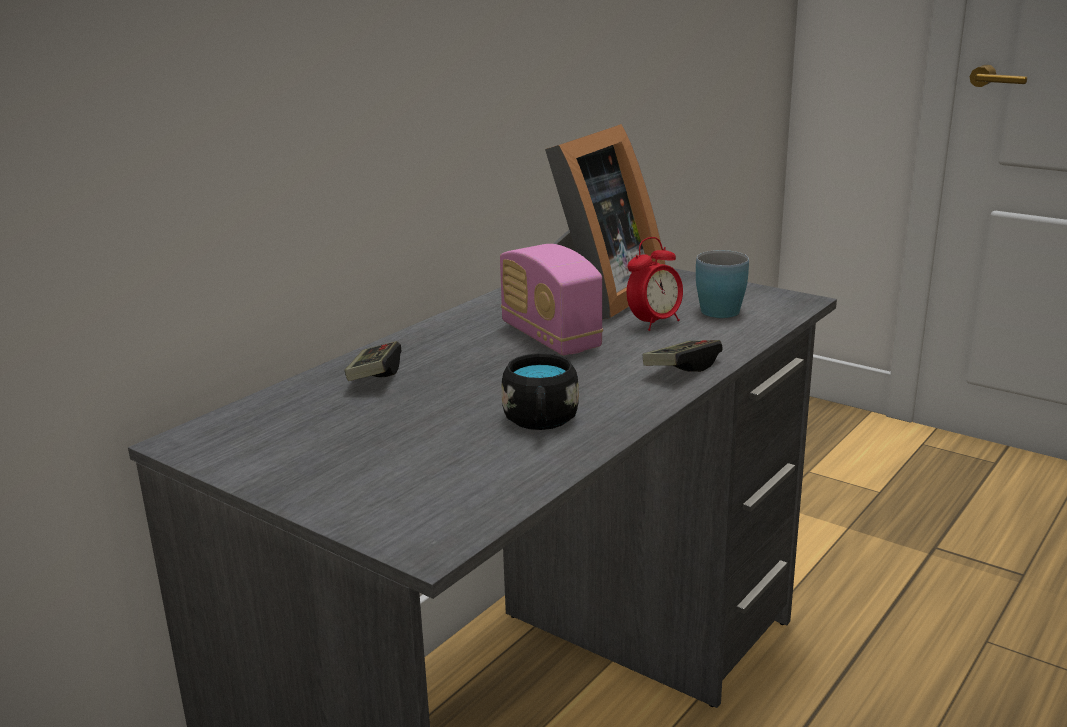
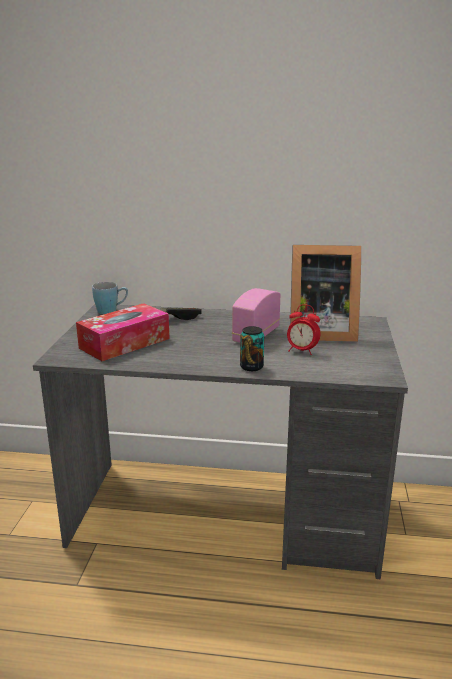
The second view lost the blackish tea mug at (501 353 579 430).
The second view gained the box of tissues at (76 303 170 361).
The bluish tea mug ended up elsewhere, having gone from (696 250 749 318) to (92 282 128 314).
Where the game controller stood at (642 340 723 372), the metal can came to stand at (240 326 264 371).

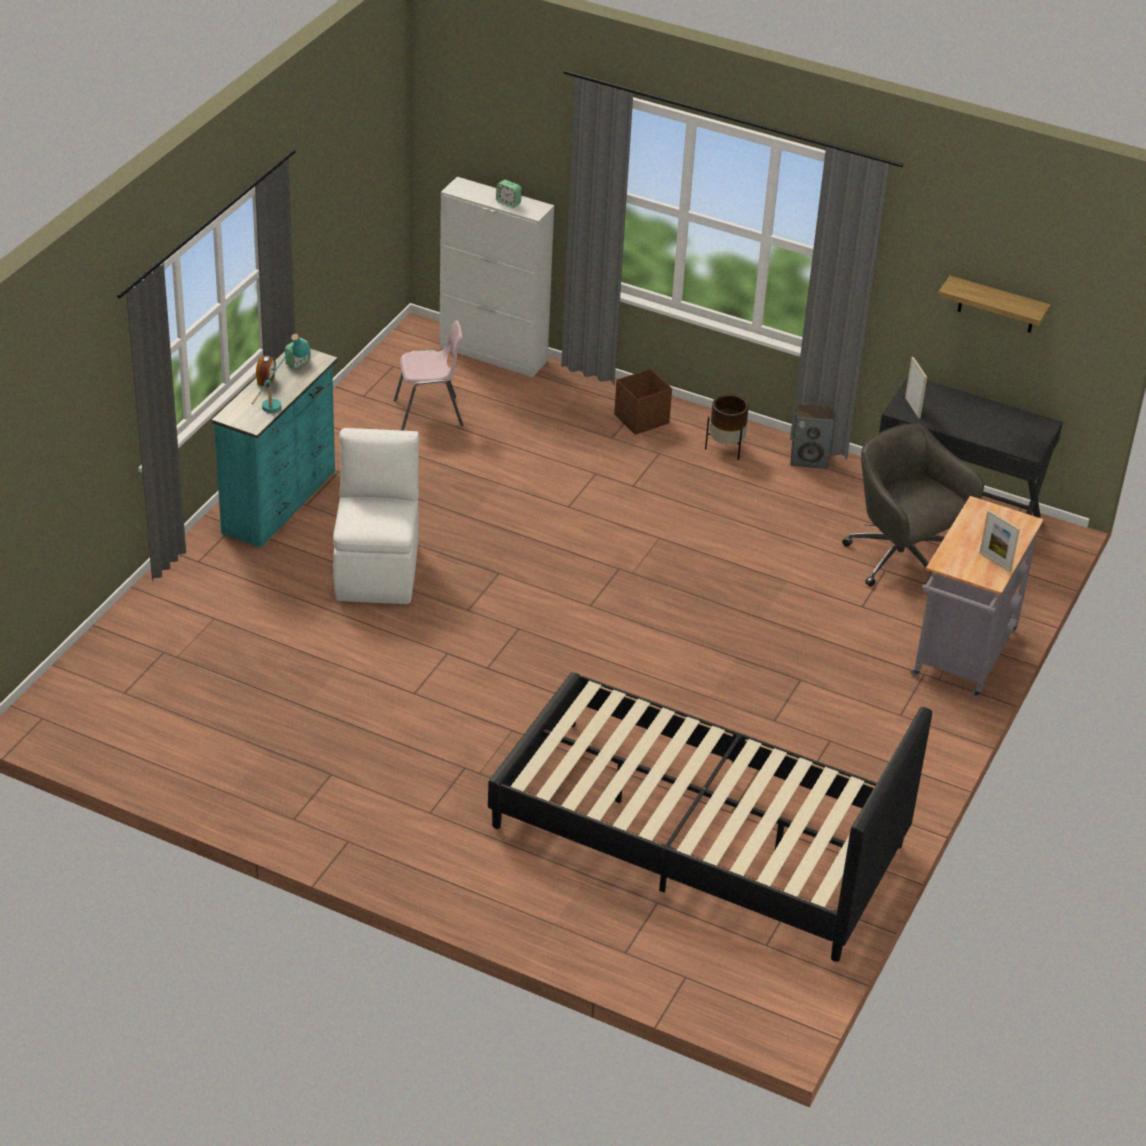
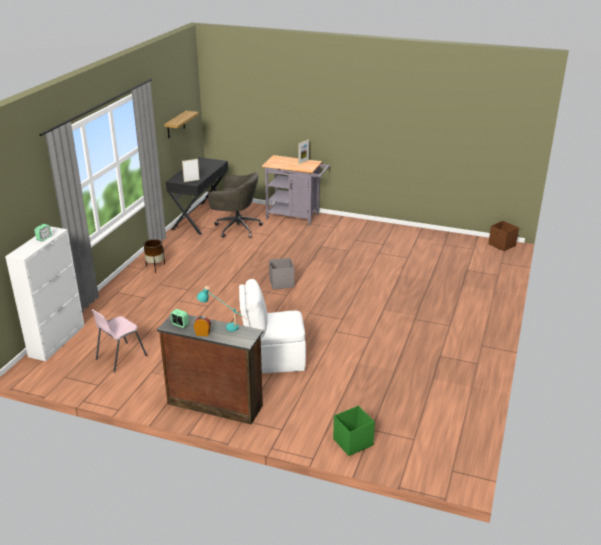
The second view lost the blackish sleeping bed at (488 672 932 962).
The second view lost the loudspeaker at (790 403 834 469).
The second view gained the grey storage container at (269 258 294 290).
The second view gained the green-coloured storage container at (333 406 375 456).
The brown-coloured storage container ended up elsewhere, having gone from (614 369 672 435) to (488 221 519 251).
What was the turquoise-coloured drawer chest at (212 349 338 548) turned into the brown-coloured drawer chest at (157 315 263 424).
The pink plain chair at (394 320 463 431) ended up facing another way, 120 degrees counterclockwise from before.
The grey computer chair at (842 424 984 587) ended up facing another way, 120 degrees counterclockwise from before.

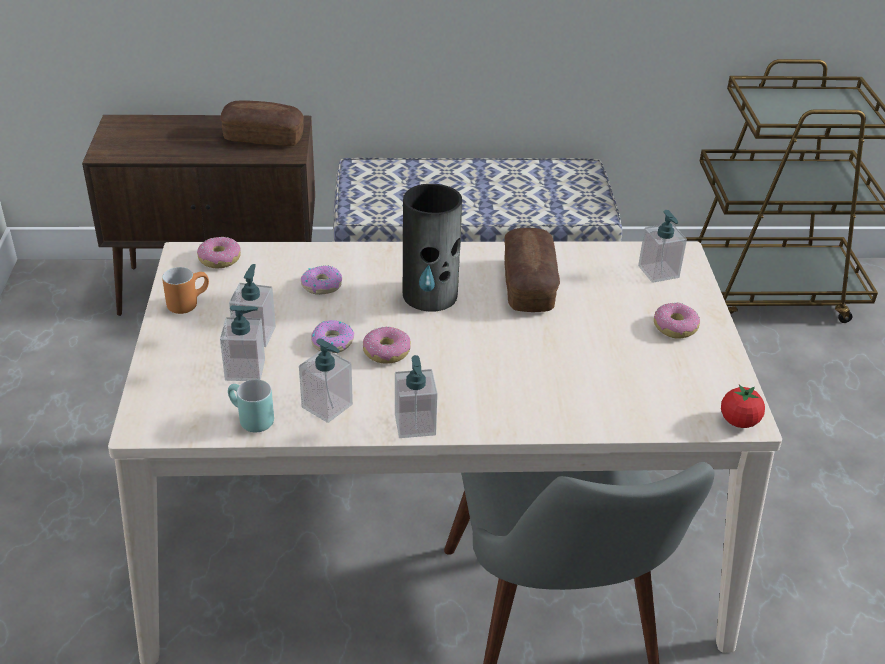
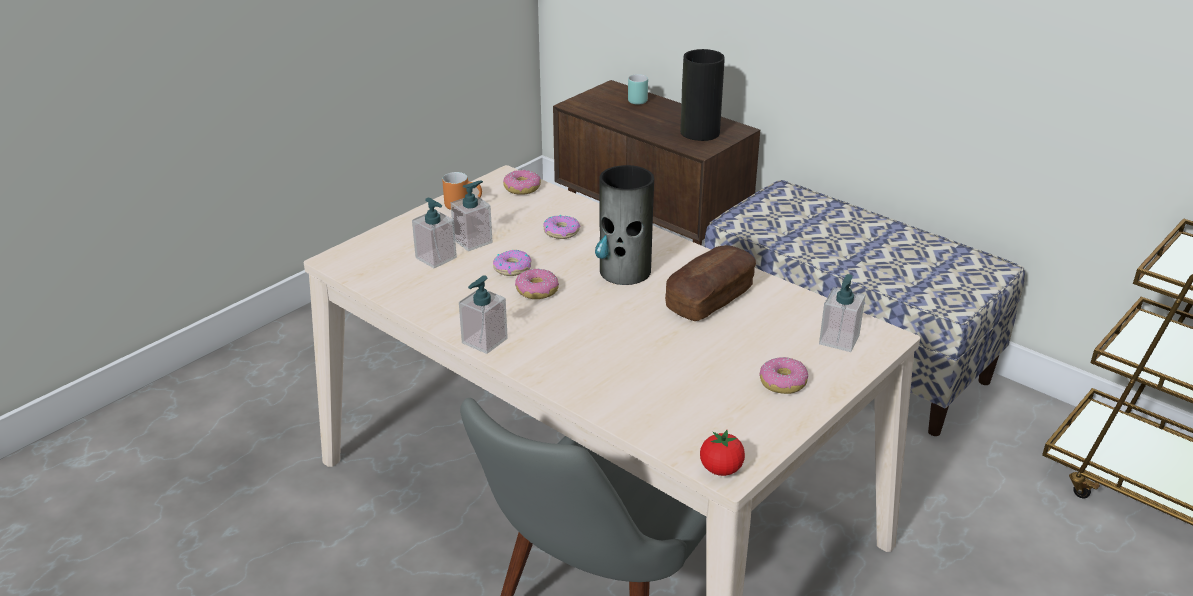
The second view lost the liquid soap bottle at (299 338 353 423).
The turquoise-coloured tea mug ended up elsewhere, having gone from (228 380 274 433) to (628 74 648 105).
Where the bakery bread stood at (221 100 304 146), the vase came to stand at (680 49 725 141).

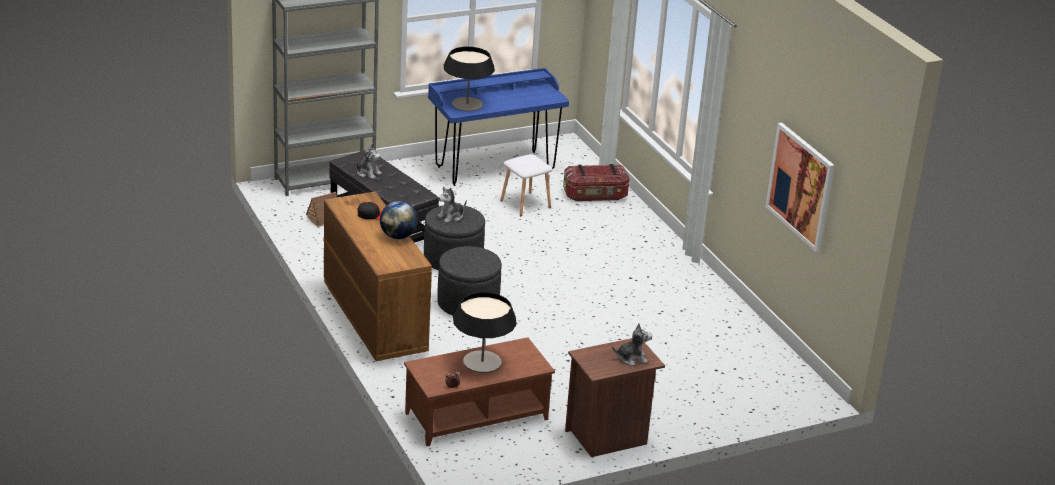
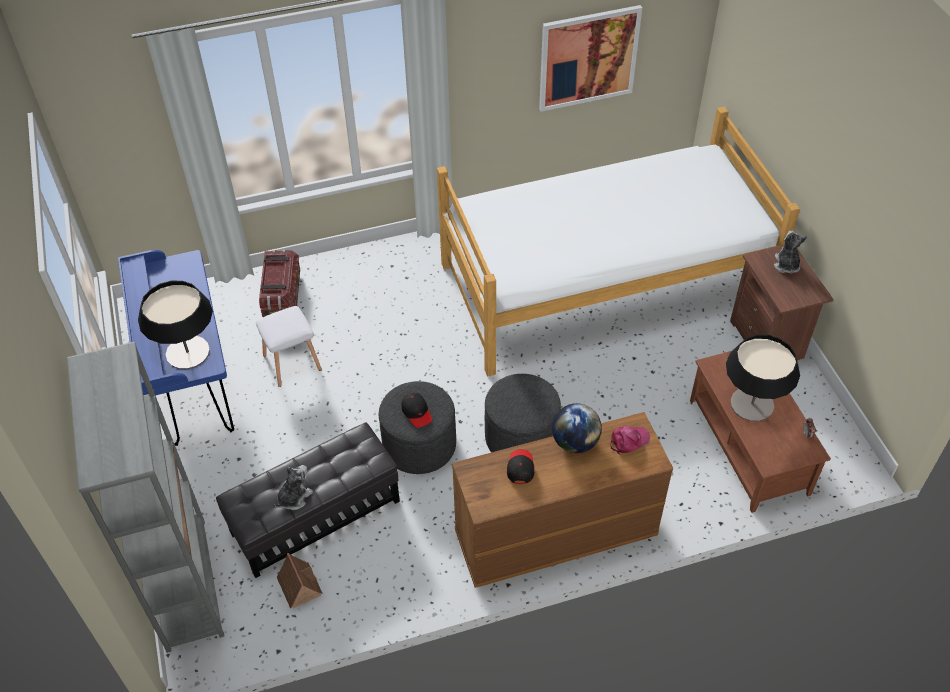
The second view gained the sleeping bed at (437 107 800 376).
The second view gained the pink baseball cap at (610 425 650 455).
Where the plush toy stood at (437 187 467 223), the blackish baseball cap came to stand at (401 393 432 428).

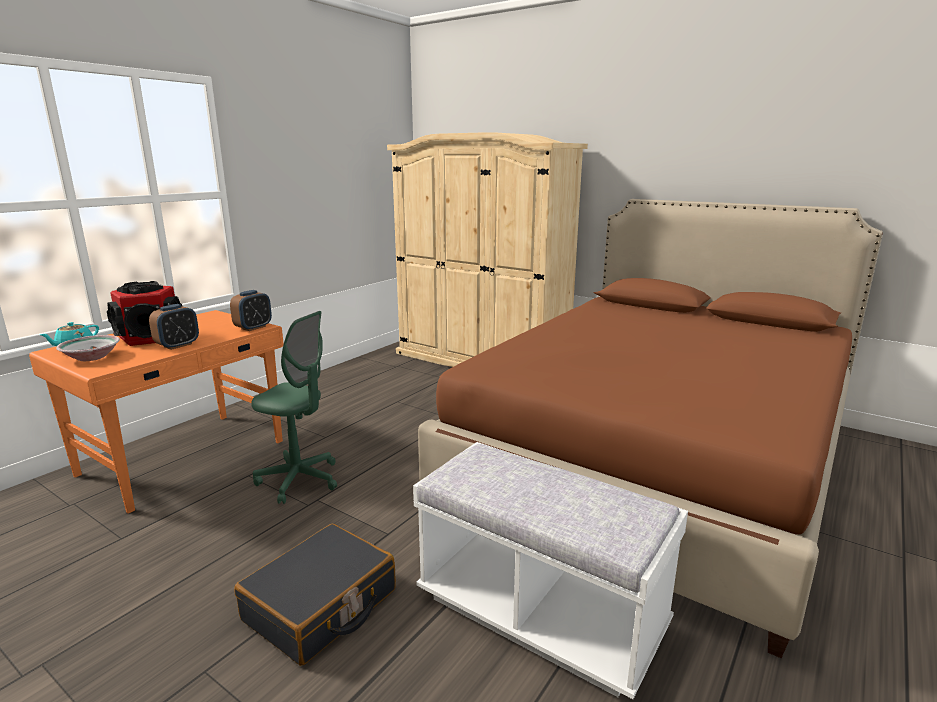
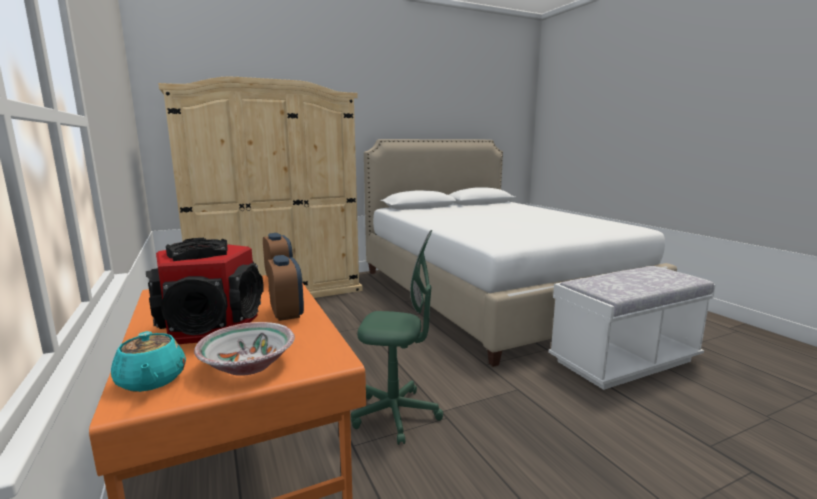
The second view lost the blackish suitcase at (234 524 396 666).
What was the brown-coloured sleeping bed at (418 199 883 658) turned into the white-coloured sleeping bed at (364 139 677 367).
The green-coloured computer chair at (251 311 337 504) ended up facing another way, 45 degrees clockwise from before.

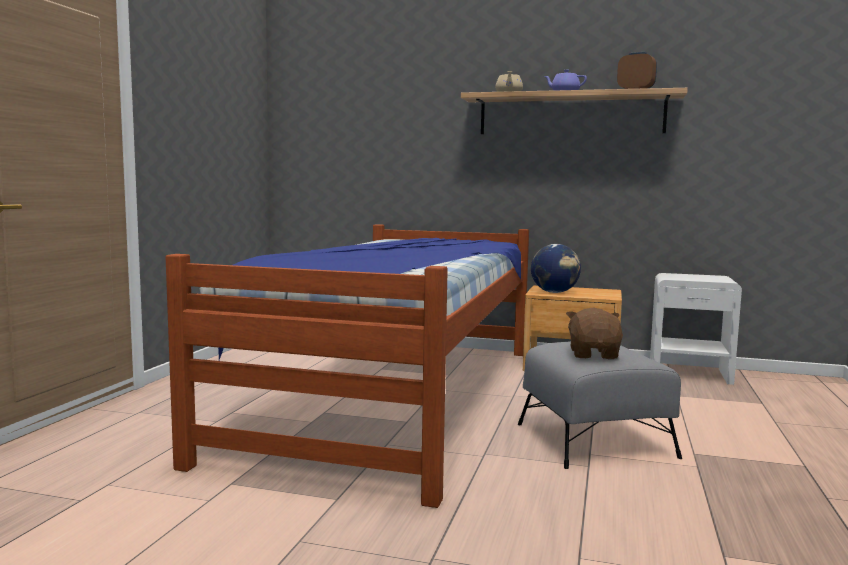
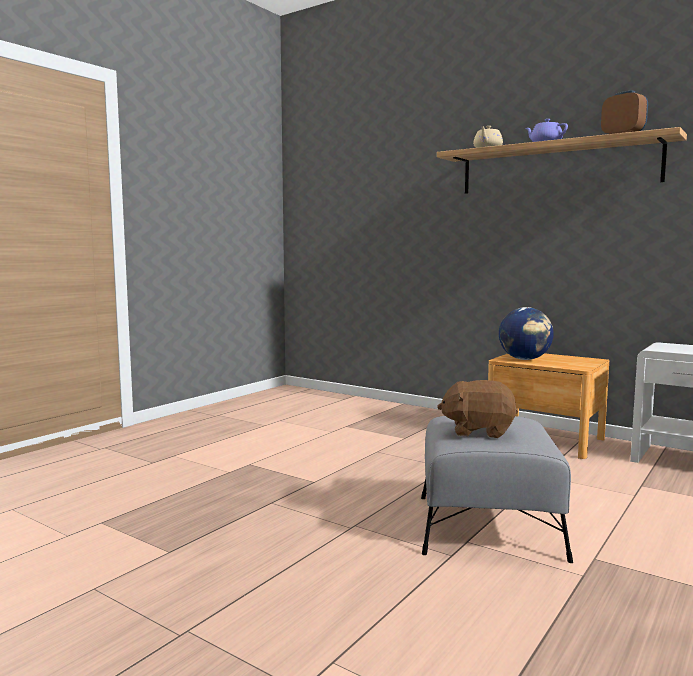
The second view lost the sleeping bed at (166 224 529 508).
The brown-coloured plush toy at (566 307 623 359) ended up facing another way, 105 degrees counterclockwise from before.

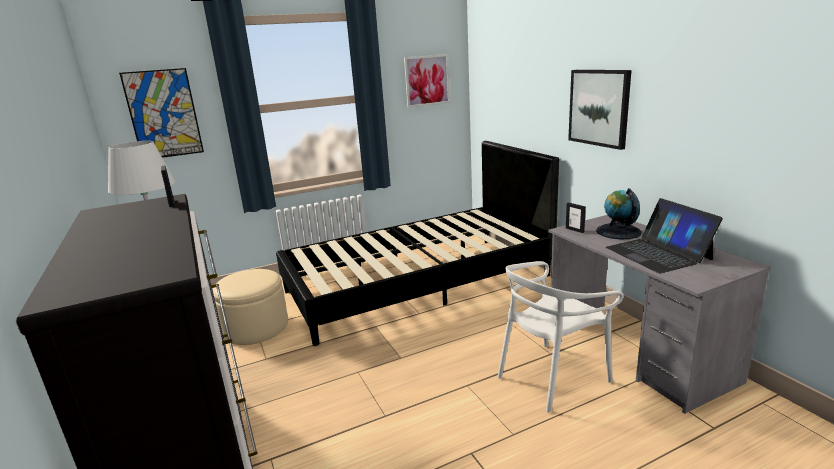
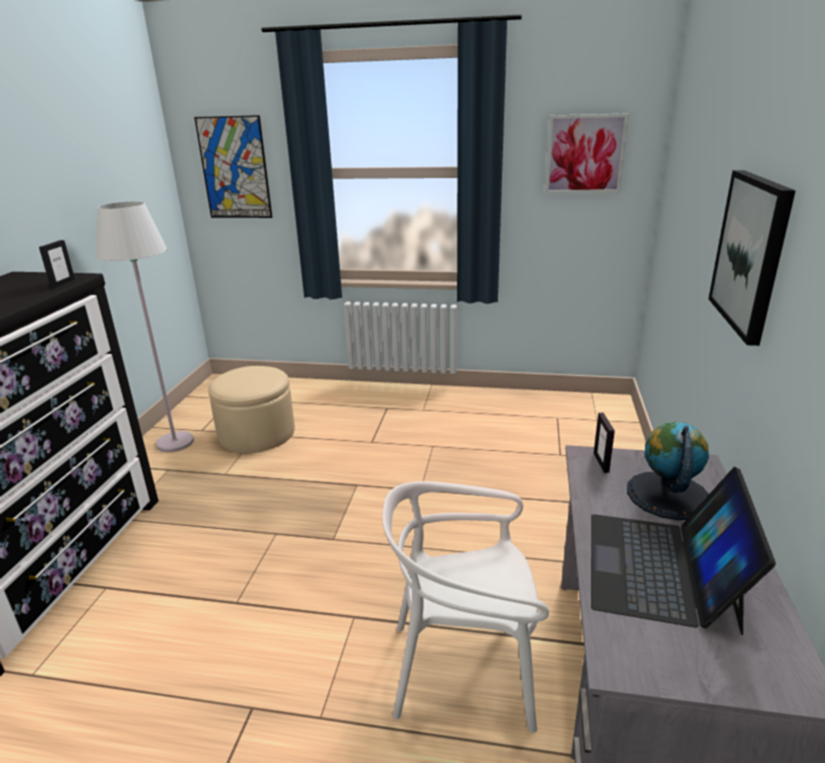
The second view lost the blackish sleeping bed at (276 141 559 346).

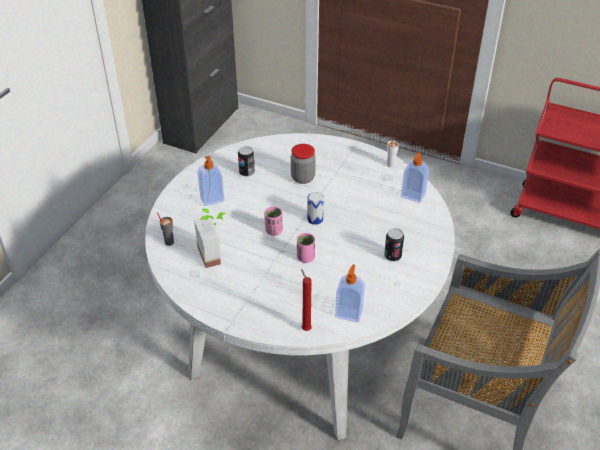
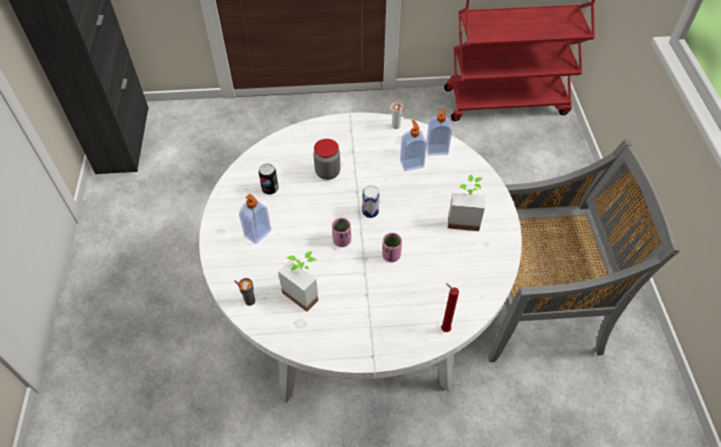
The liquid soap bottle ended up elsewhere, having gone from (335 264 365 322) to (400 120 427 171).
Where the metal can stood at (384 228 404 261), the potted plant came to stand at (448 175 485 231).

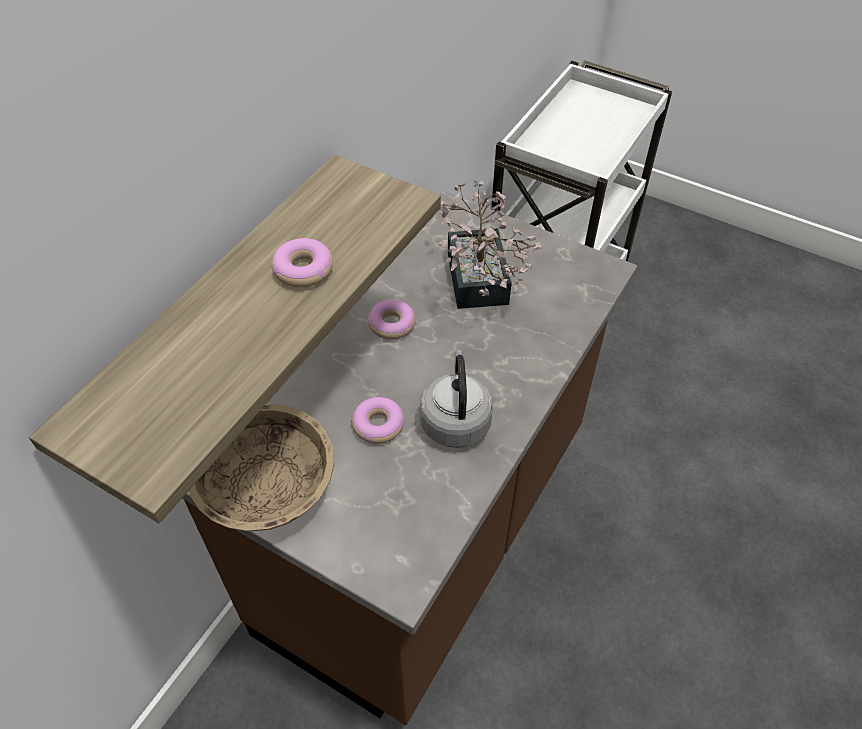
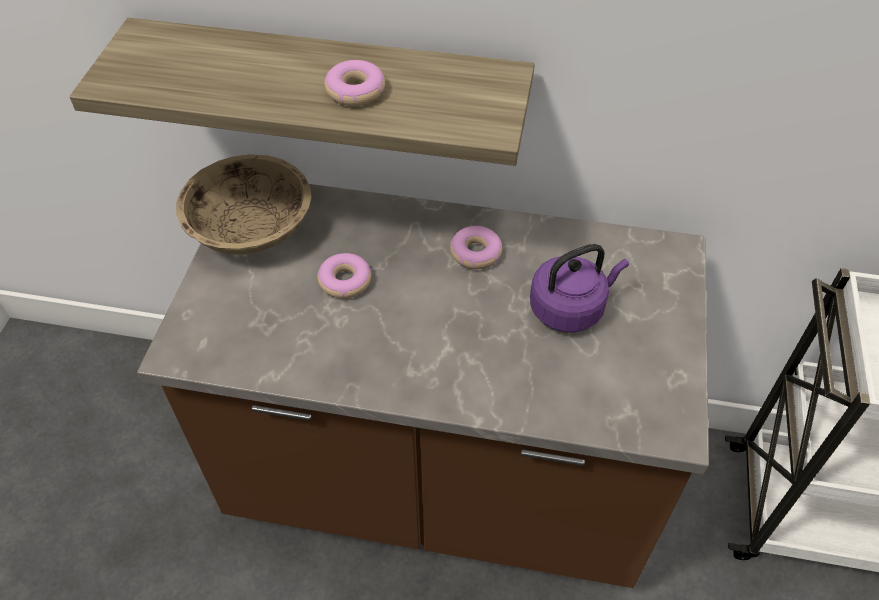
The second view lost the grey water kettle at (420 350 493 448).
Where the potted plant stood at (438 179 542 309), the purple water kettle came to stand at (530 244 629 332).

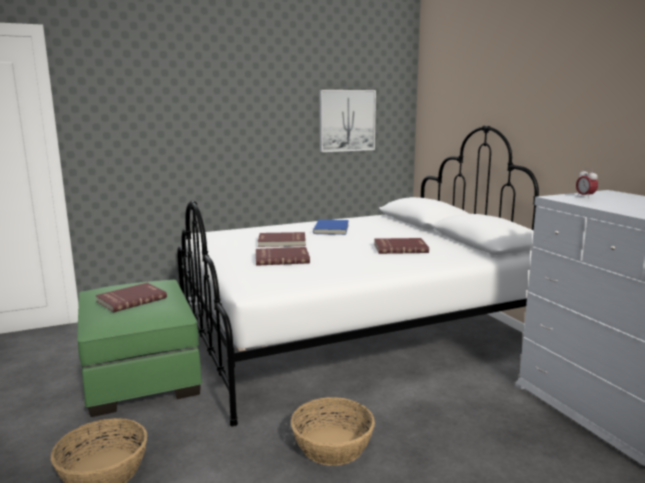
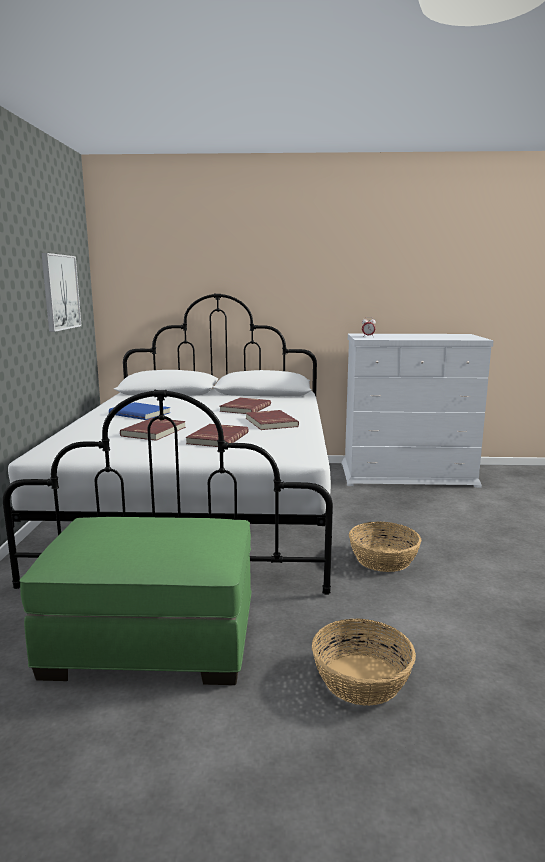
The red book ended up elsewhere, having gone from (95 283 167 312) to (246 410 299 430).

